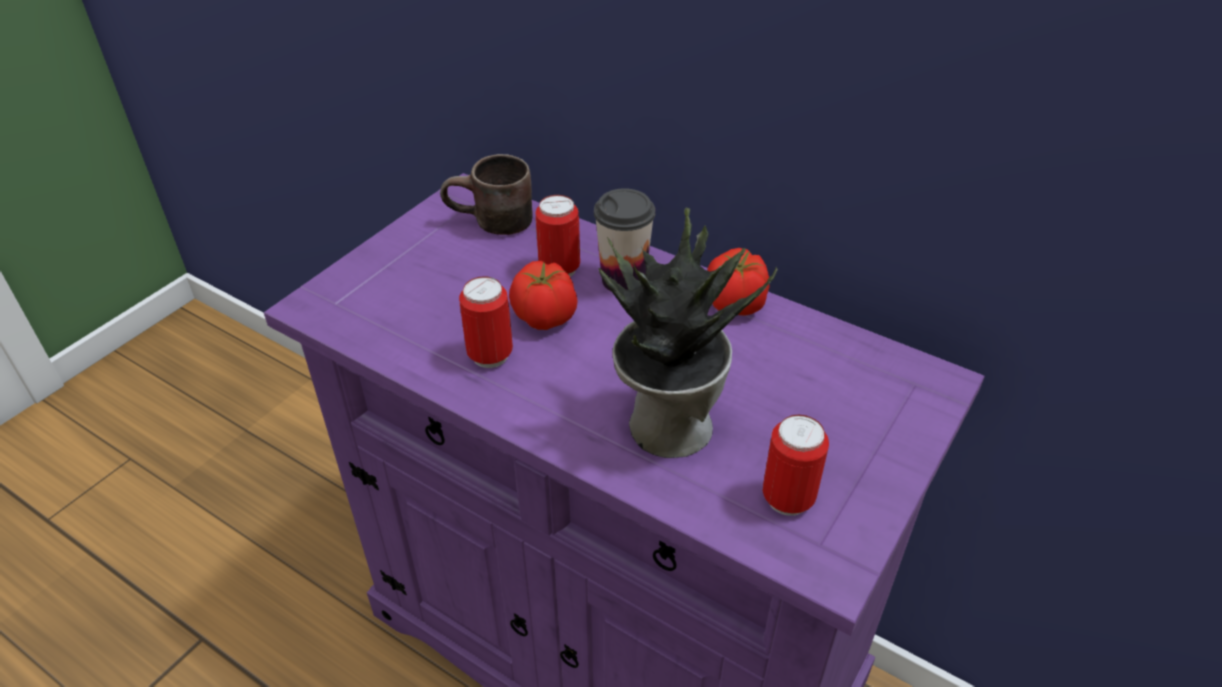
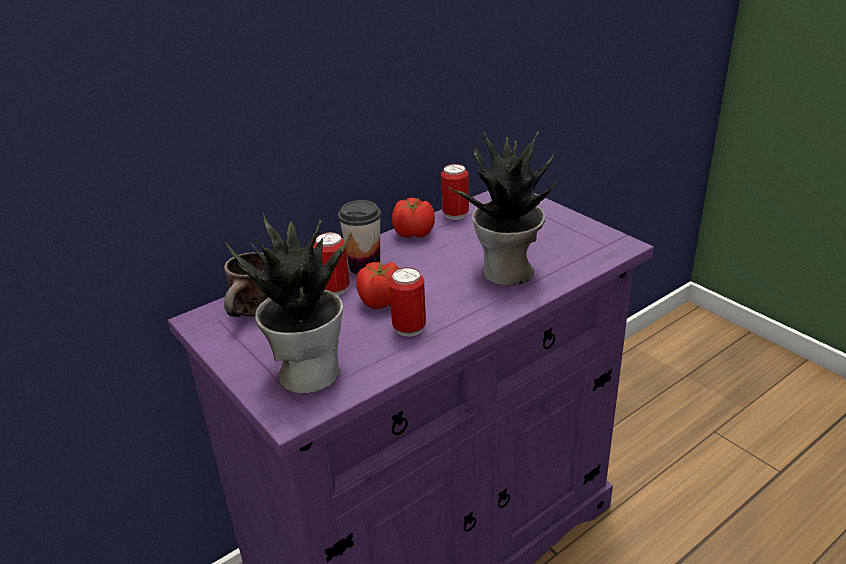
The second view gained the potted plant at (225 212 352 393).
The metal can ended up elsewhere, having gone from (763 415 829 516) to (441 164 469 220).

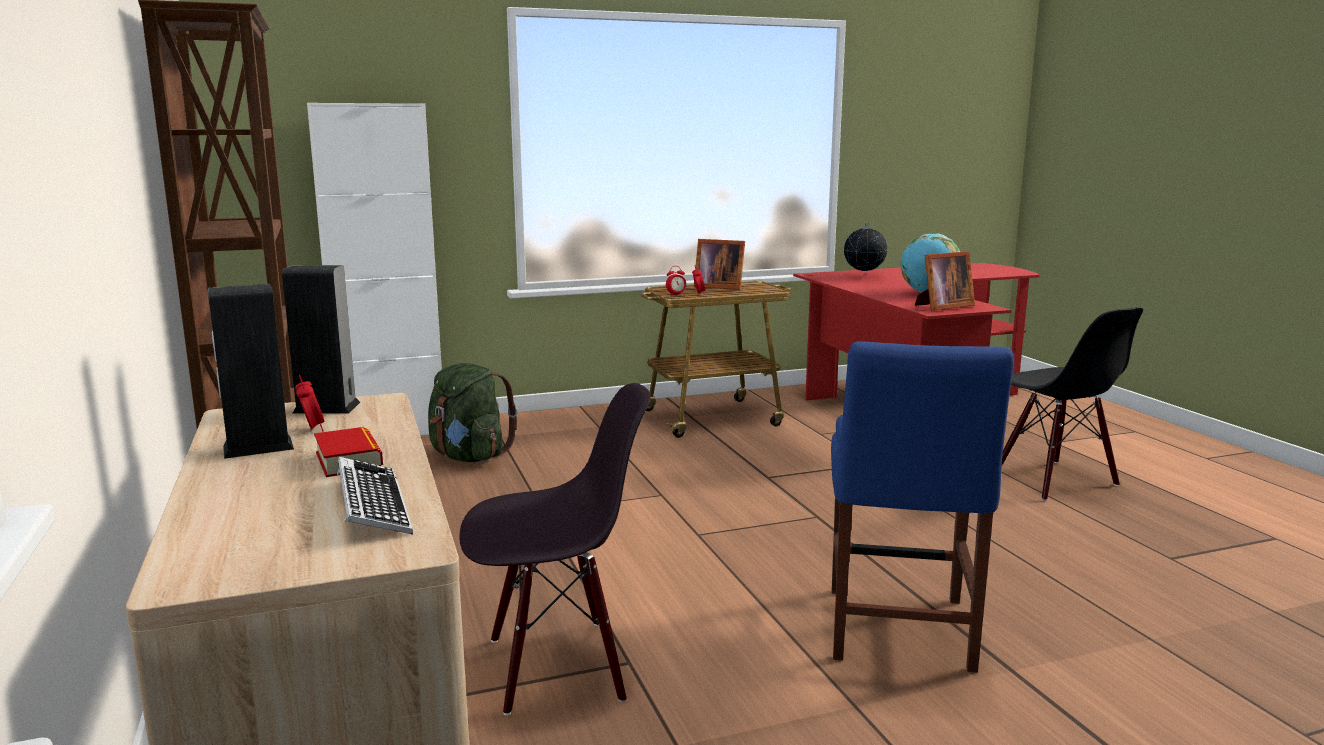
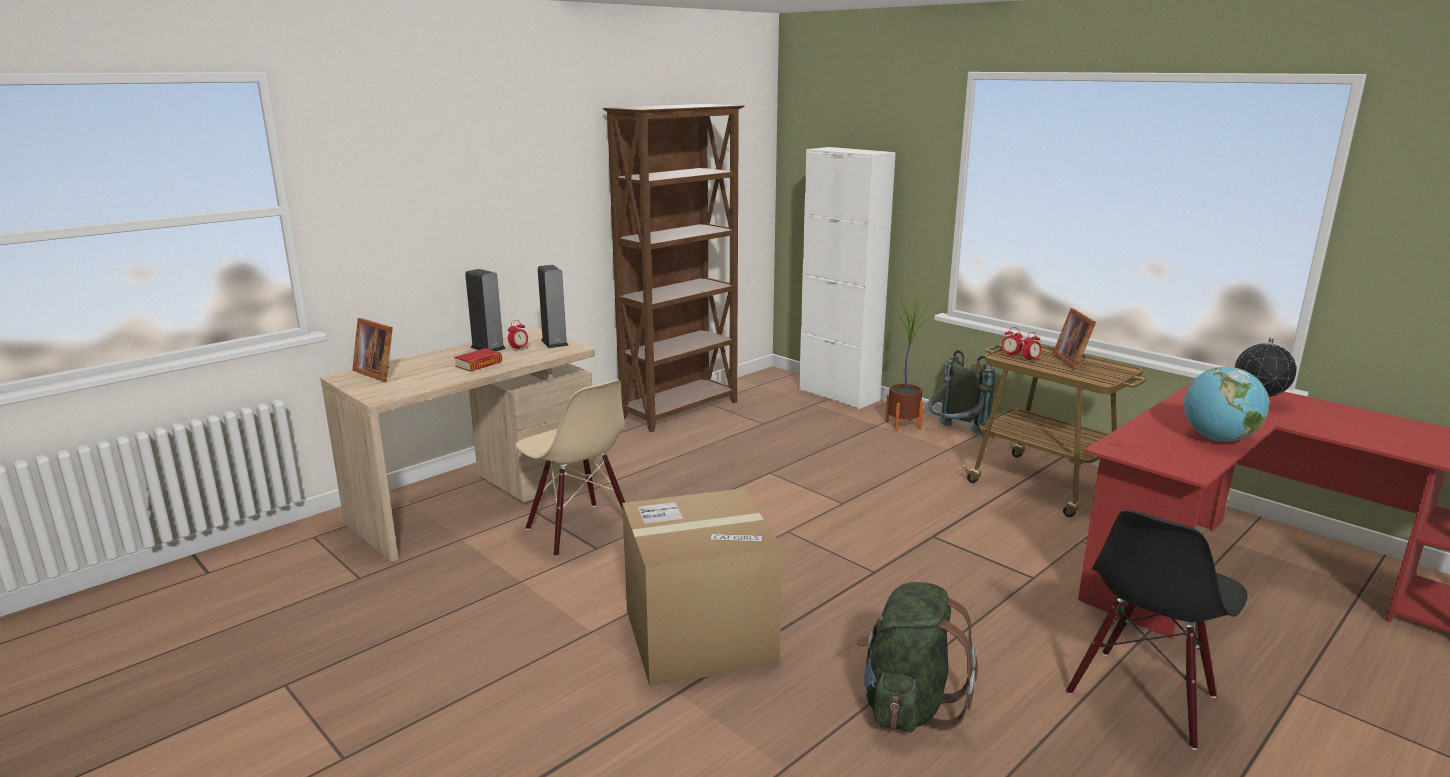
The second view lost the PC keyboard at (337 457 413 535).
The second view gained the potted plant at (885 289 934 432).
The second view gained the grey rucksack at (928 350 995 435).
The green-coloured rucksack ended up elsewhere, having gone from (428 363 518 462) to (857 582 978 732).
The picture frame ended up elsewhere, having gone from (915 251 975 311) to (352 318 393 381).
Where the bluish plain chair stood at (831 341 1014 673), the cardboard box came to stand at (622 488 783 686).
What was the blackish plain chair at (459 383 650 716) turned into the sand-coloured plain chair at (515 380 625 557).

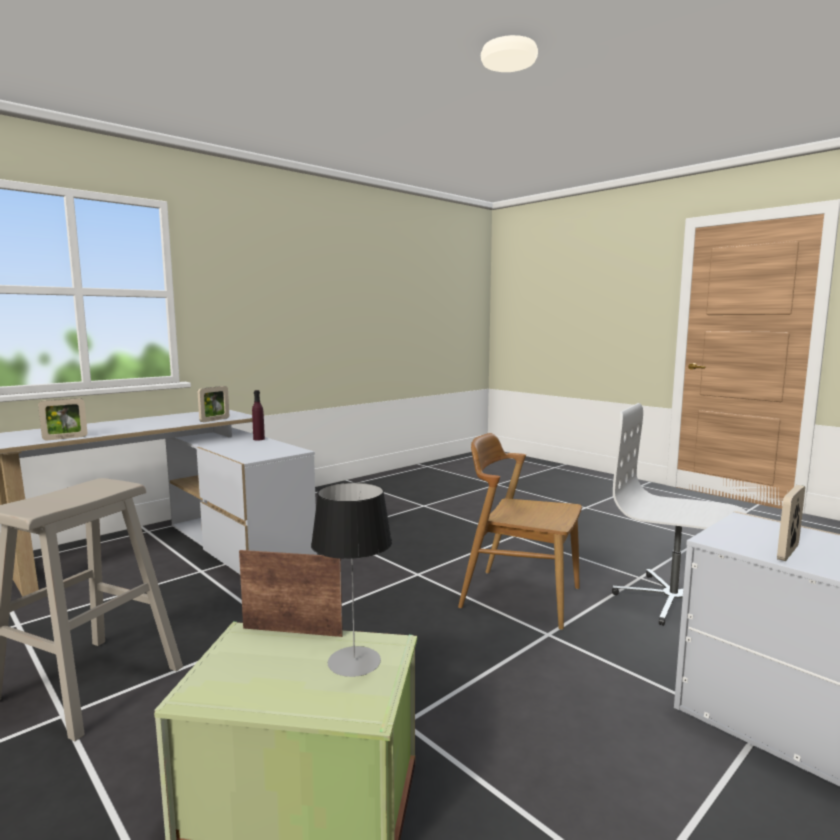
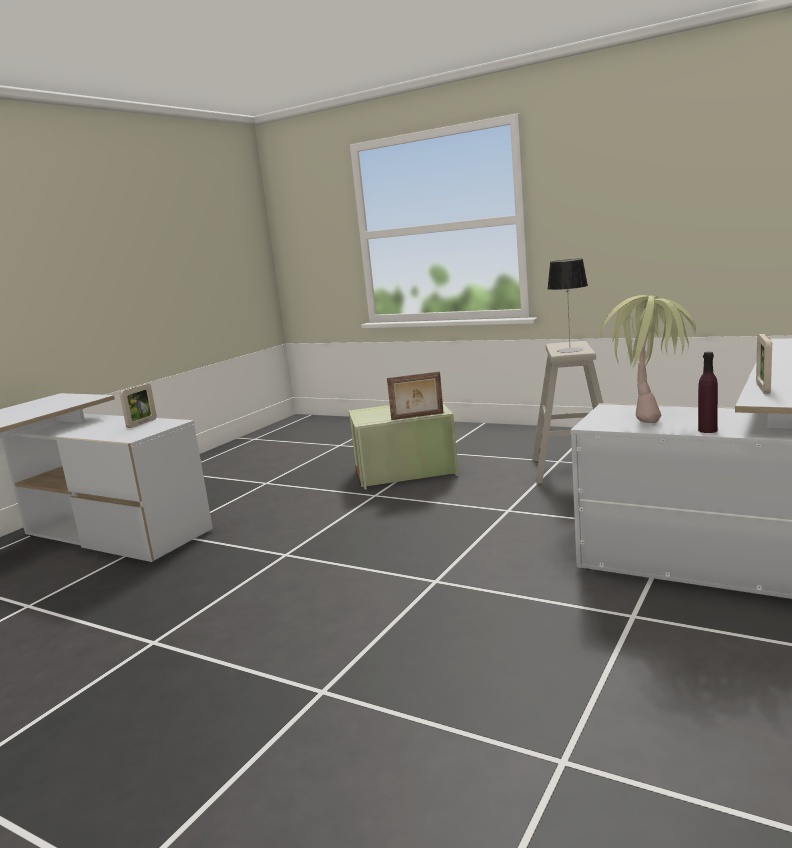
The second view lost the picture frame at (38 398 87 440).
The second view lost the brown-coloured plain chair at (458 433 582 630).
The second view lost the white-coloured computer chair at (612 403 746 626).
The second view gained the potted plant at (600 295 696 423).
The table lamp ended up elsewhere, having gone from (311 482 392 677) to (547 259 588 353).

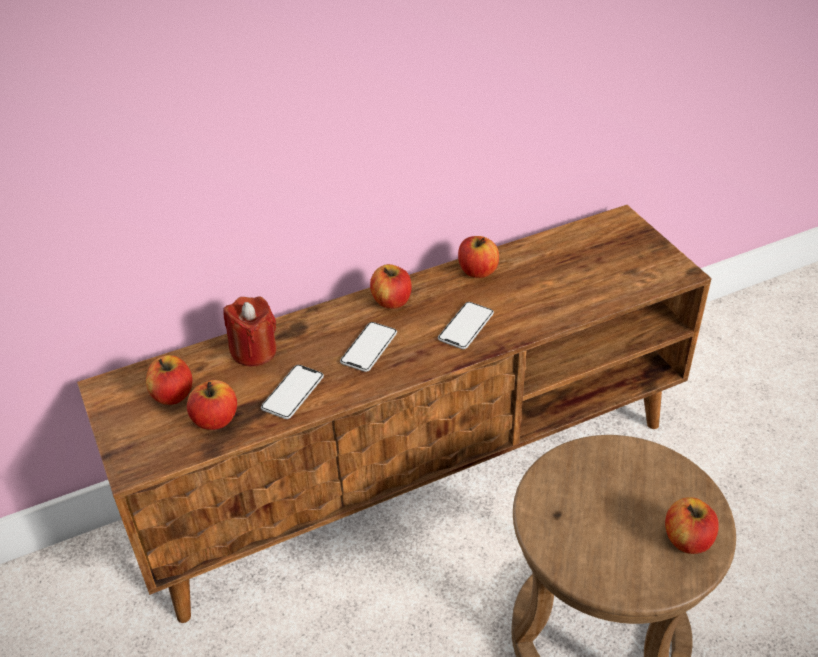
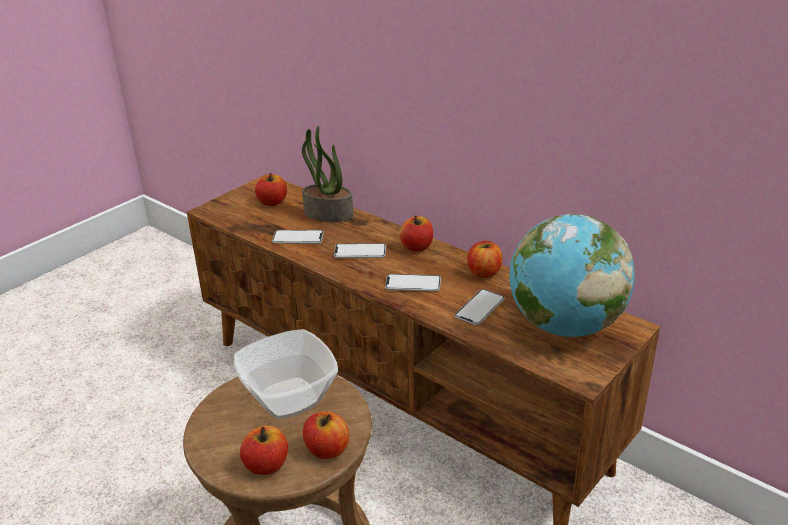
The second view gained the serving bowl at (234 329 338 419).
The second view gained the handset at (454 289 505 325).
The second view gained the globe at (509 214 635 337).
The apple fruit ended up elsewhere, having gone from (187 380 237 430) to (303 412 349 459).
Where the red wax candle stood at (223 296 277 367), the potted plant came to stand at (302 126 353 222).

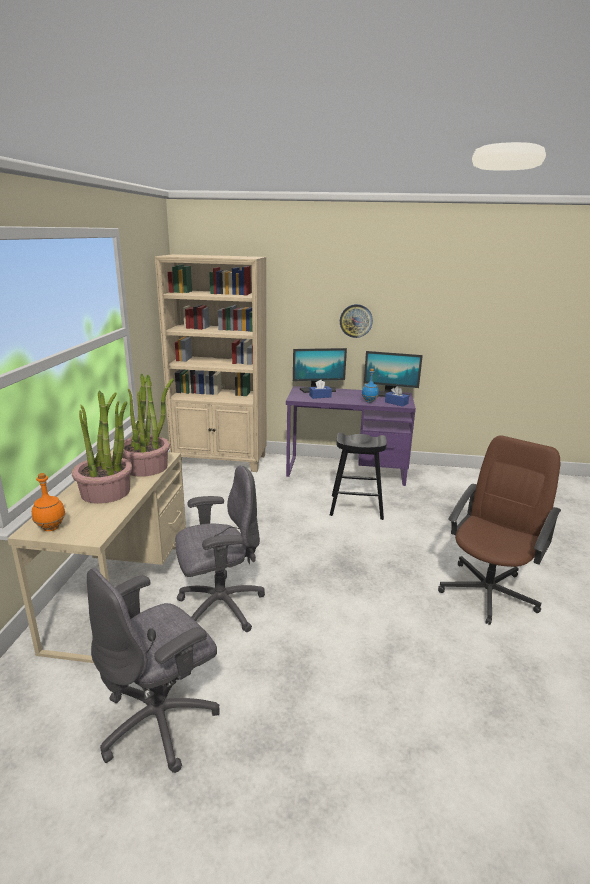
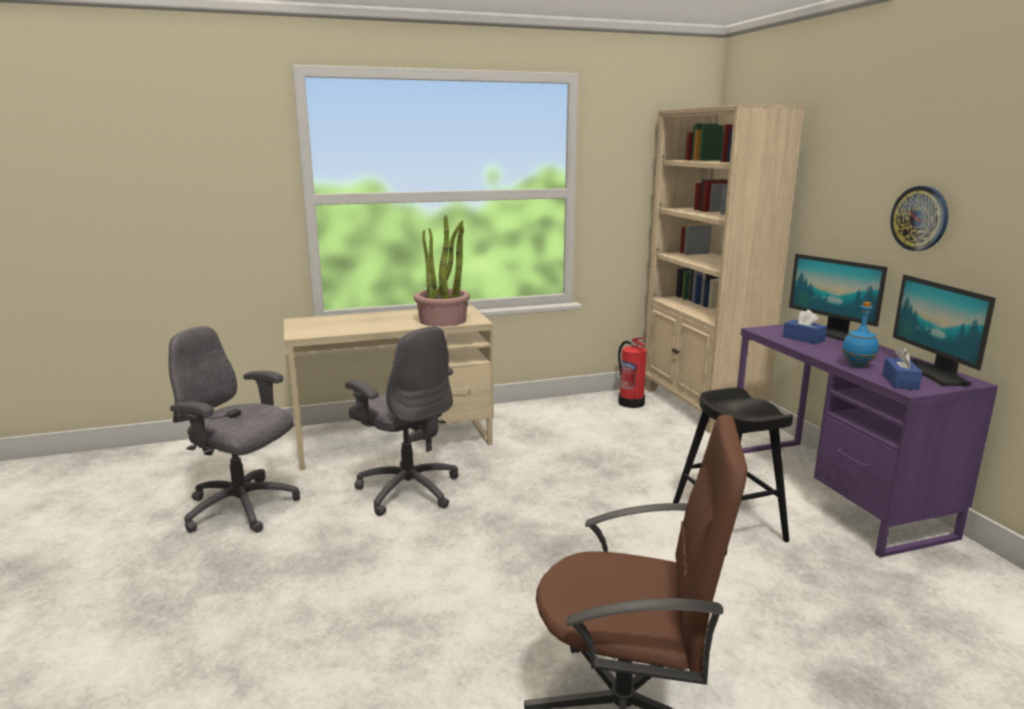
The second view lost the orange-coloured beverage bottle at (32 473 66 531).
The second view lost the potted plant at (72 391 132 504).
The second view gained the extinguisher at (618 337 647 408).

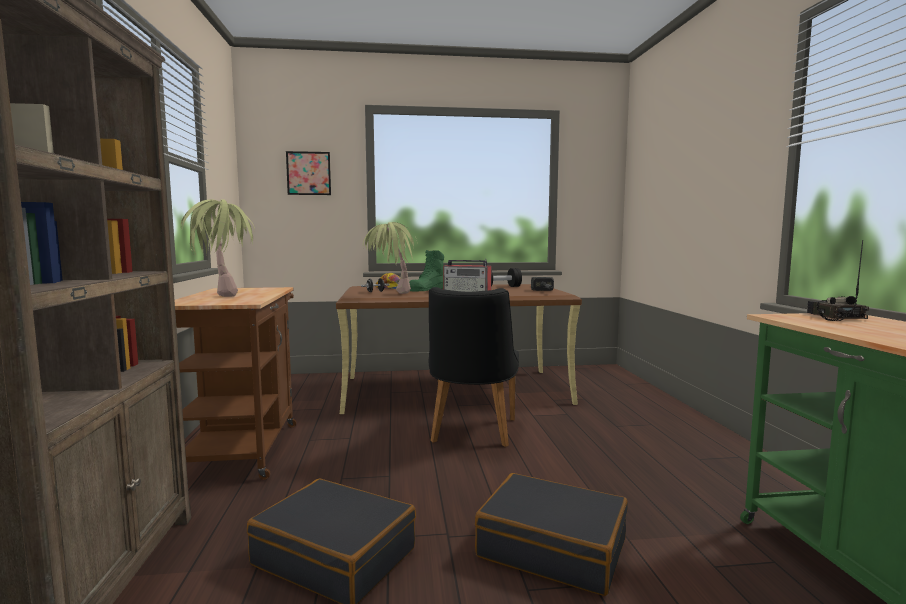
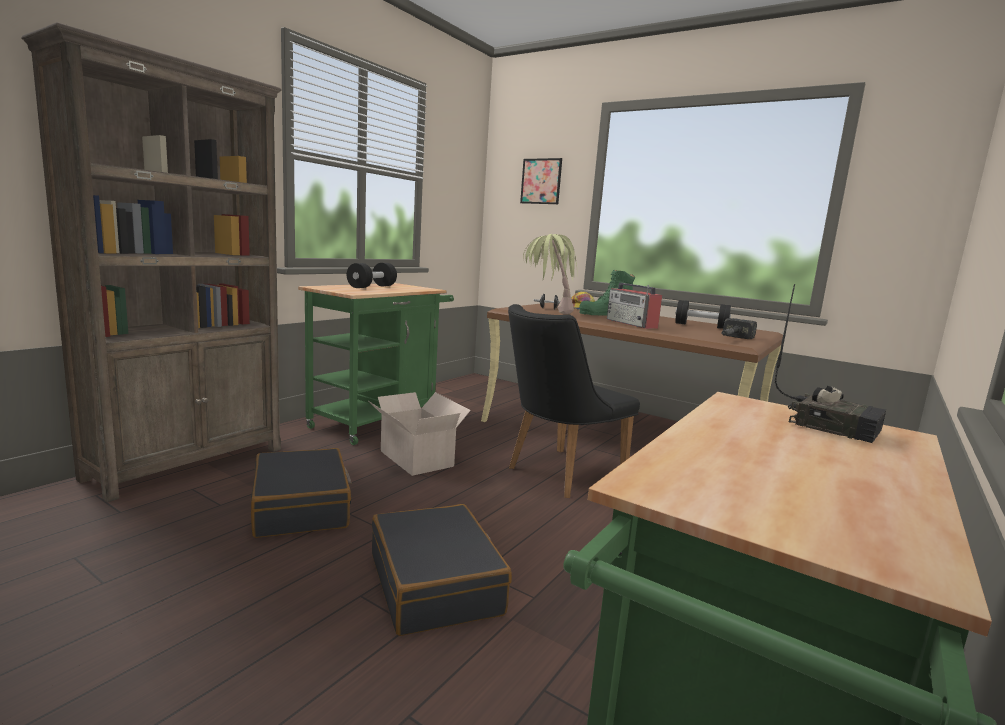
The second view gained the cardboard box at (367 392 471 476).
Where the potted plant stood at (181 199 255 297), the blackish free weight came to stand at (347 263 397 288).
What was the brown-coloured wheeled cart at (175 287 297 480) turned into the green-coloured wheeled cart at (298 283 454 445).
The radio set at (807 240 869 321) ended up facing another way, 90 degrees clockwise from before.

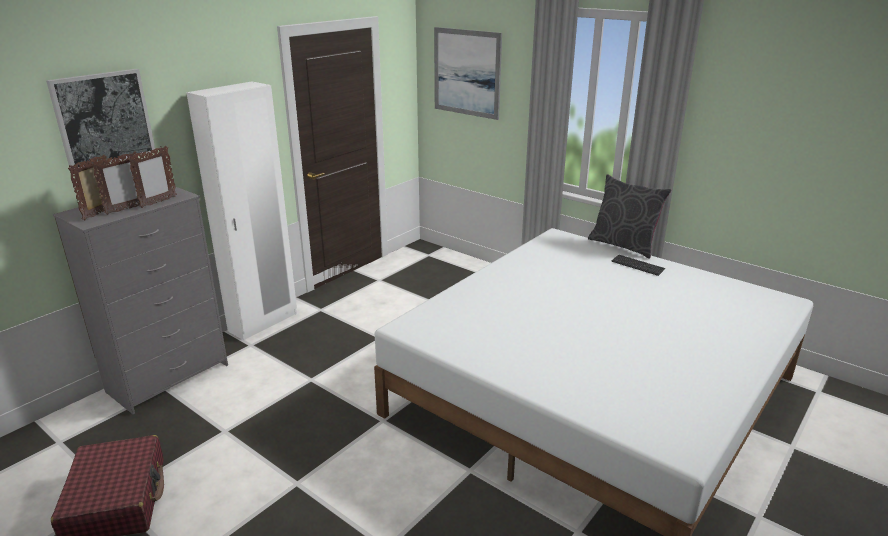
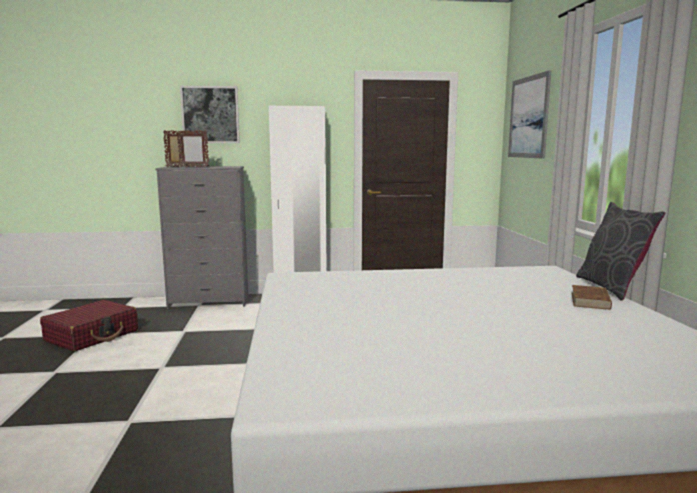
The second view lost the picture frame at (128 146 177 208).
Where the PC keyboard stood at (611 254 665 276), the brown-coloured book came to stand at (572 285 612 310).

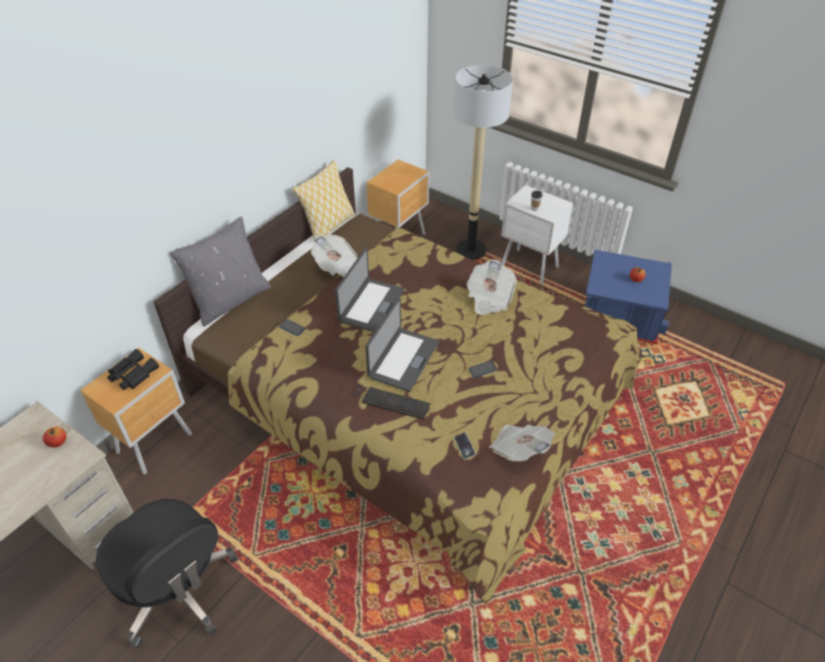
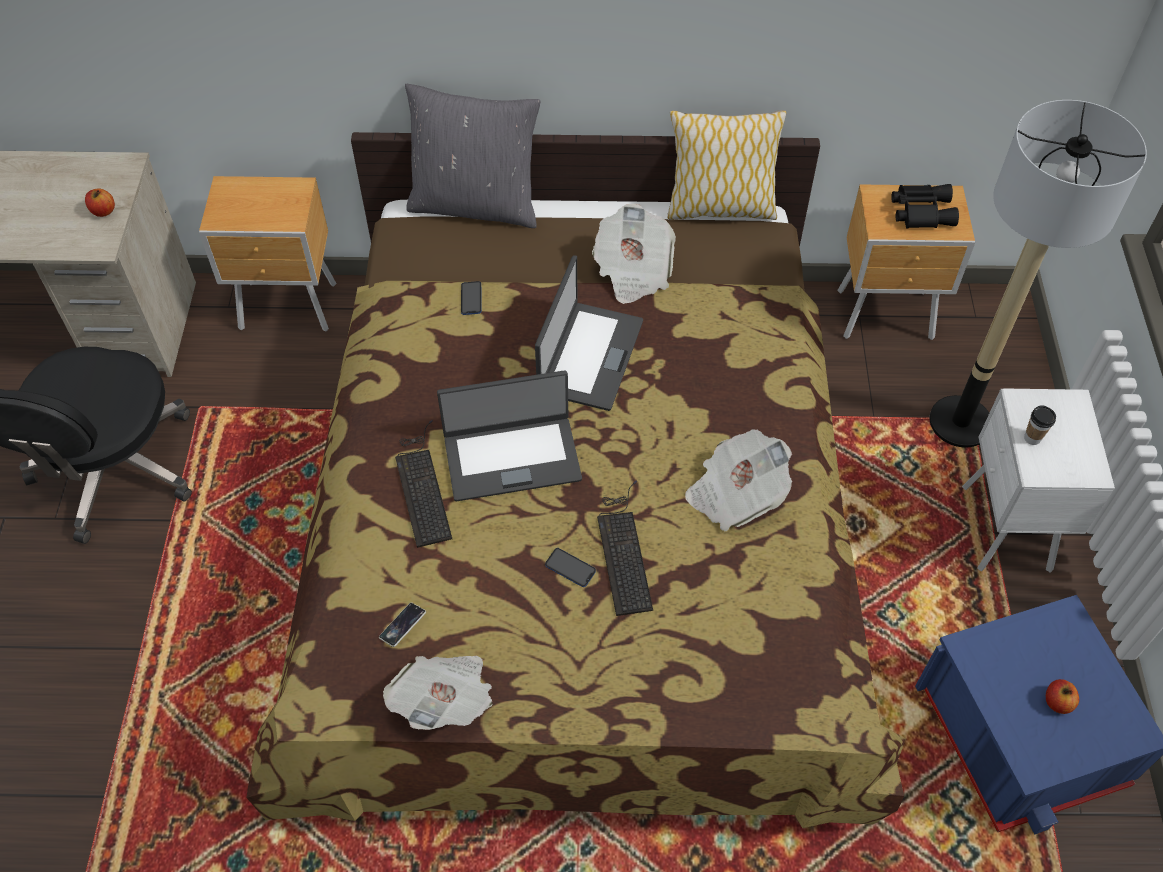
The second view gained the PC keyboard at (597 480 653 616).
The blackish field glasses ended up elsewhere, having gone from (107 349 159 390) to (891 184 959 228).
The notebook computer at (335 248 405 332) ended up facing another way, 60 degrees counterclockwise from before.

